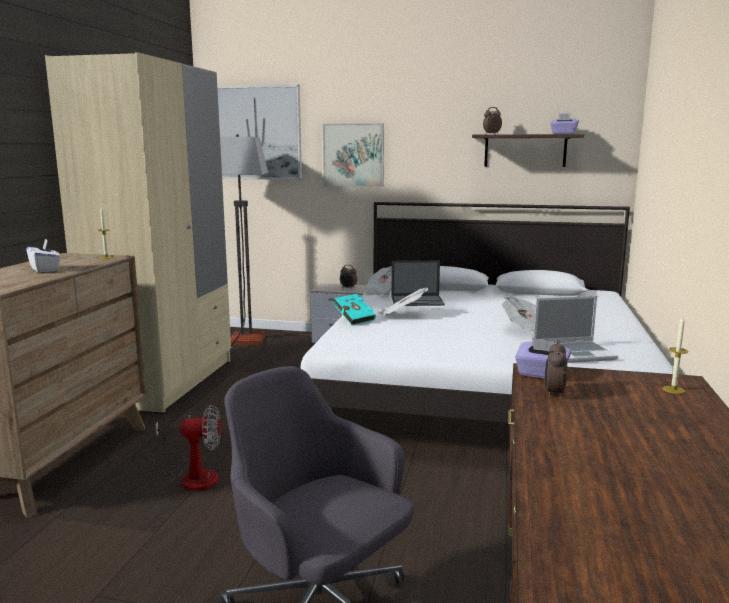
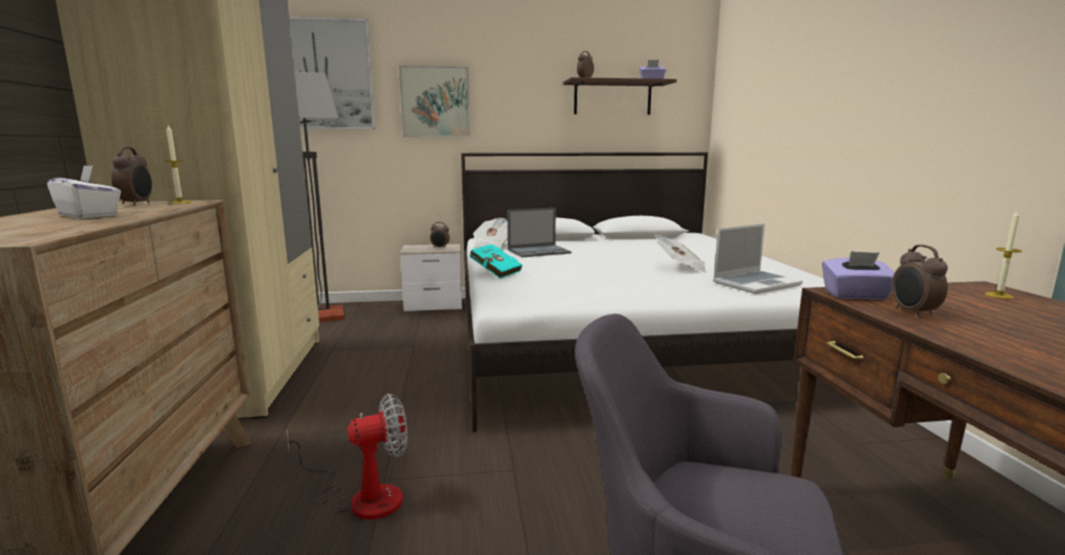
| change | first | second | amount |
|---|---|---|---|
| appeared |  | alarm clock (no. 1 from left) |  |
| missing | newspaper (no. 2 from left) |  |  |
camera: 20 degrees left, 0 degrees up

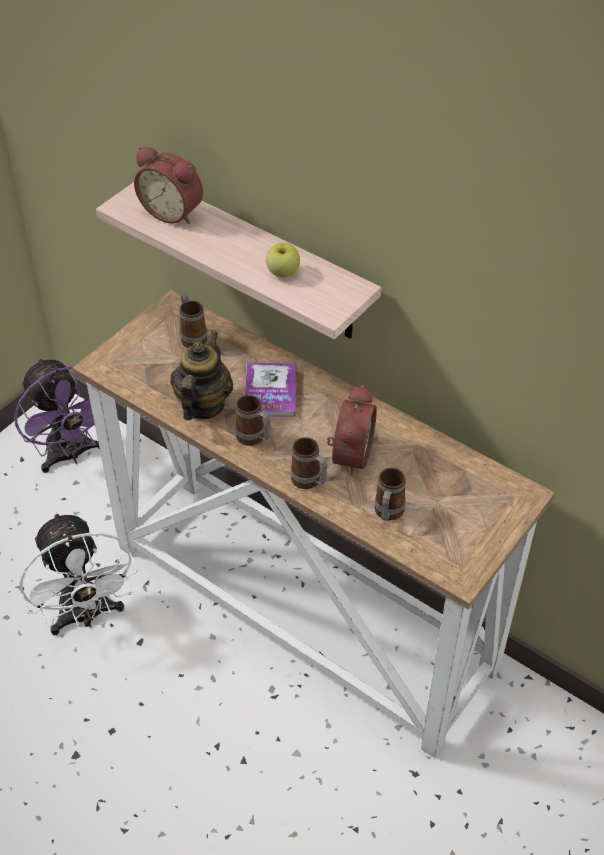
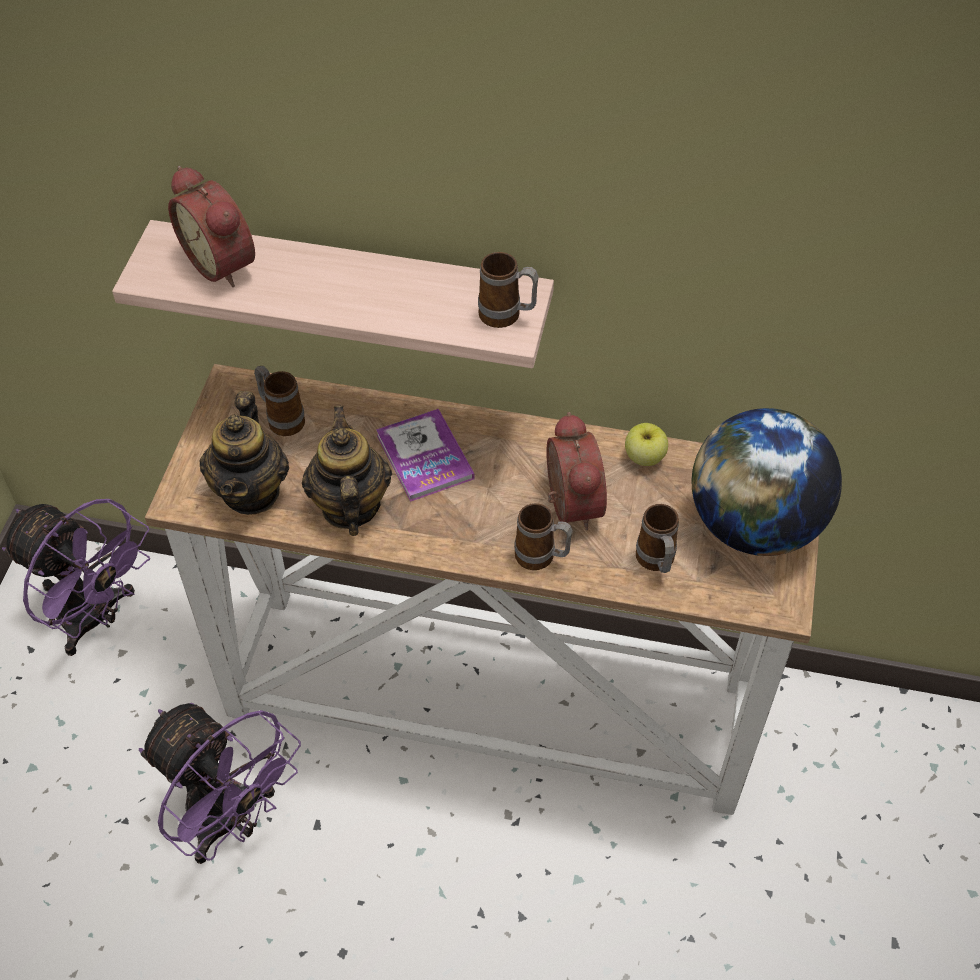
| change | first | second | amount |
|---|---|---|---|
| colour | fan in white | fan in purple (no. 2 from left) |  |
| spun | alarm clock (no. 1 from left) |  | 45 degrees clockwise |
| appeared |  | teapot (no. 1 from left) |  |
| relocated | mug (no. 2 from left) |  |  |
| relocated | apple |  |  |
| appeared |  | globe |  |
camera: 25 degrees left, 5 degrees up

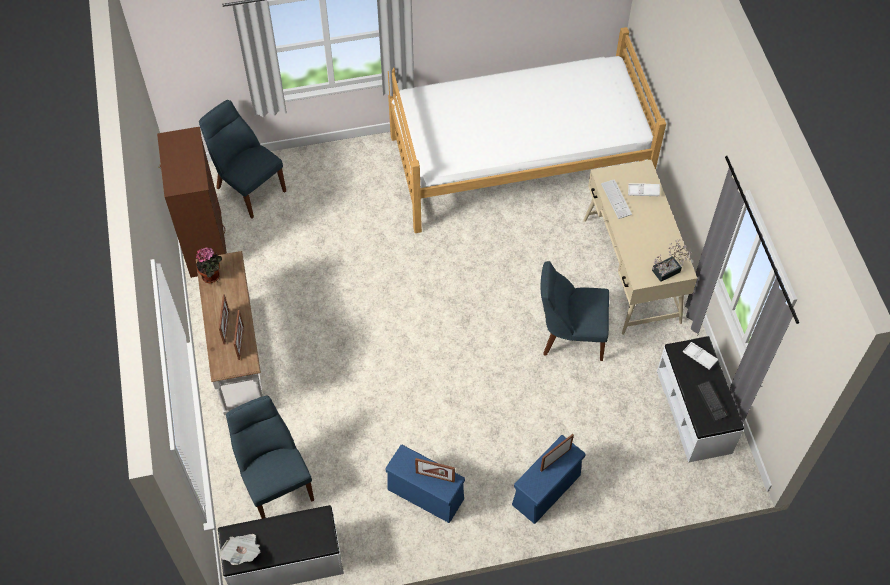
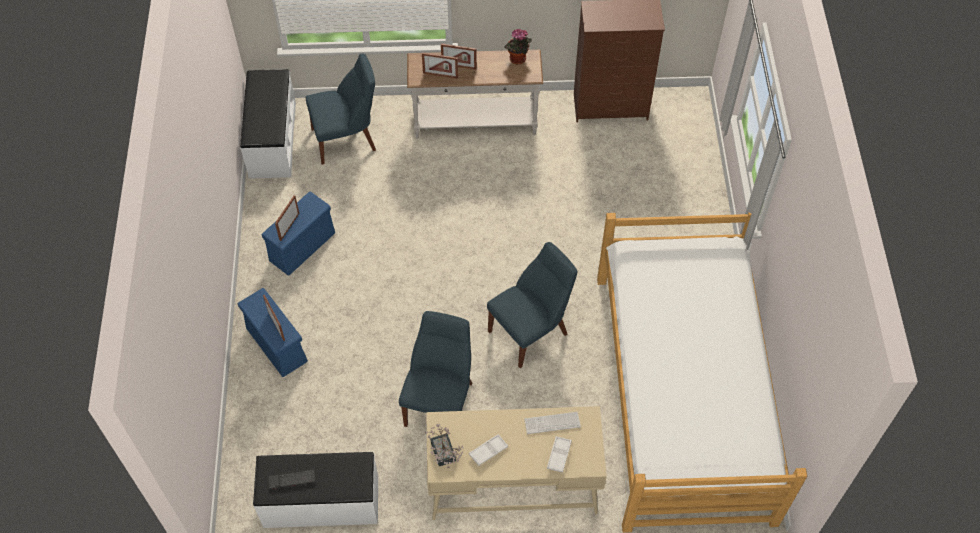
| change | first | second | amount |
|---|---|---|---|
| relocated | tray in white (no. 2 from left in the first image) | tray in white (no. 1 from left) |  |
| relocated | chair in blue (no. 1 from left in the first image) | chair in blue (no. 3 from left) |  |
| missing | newspaper |  |  |
camera: 100 degrees right, 0 degrees up

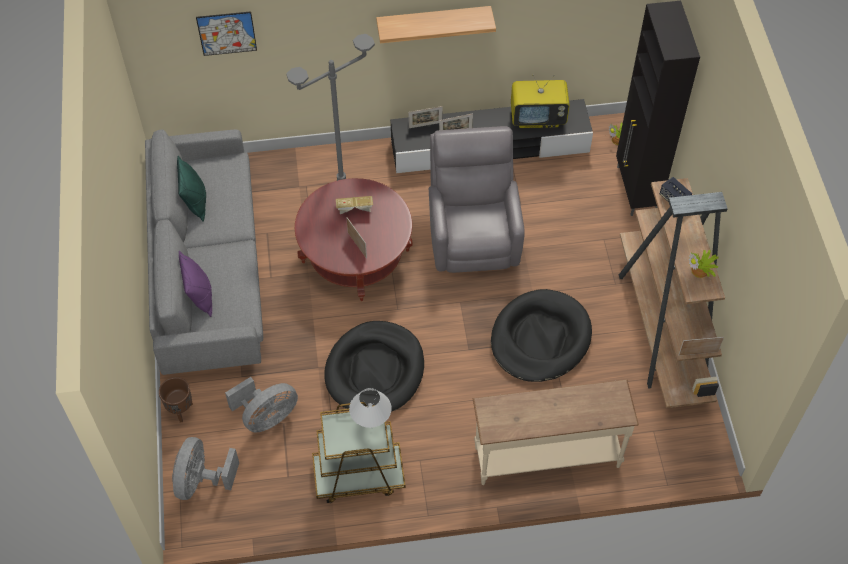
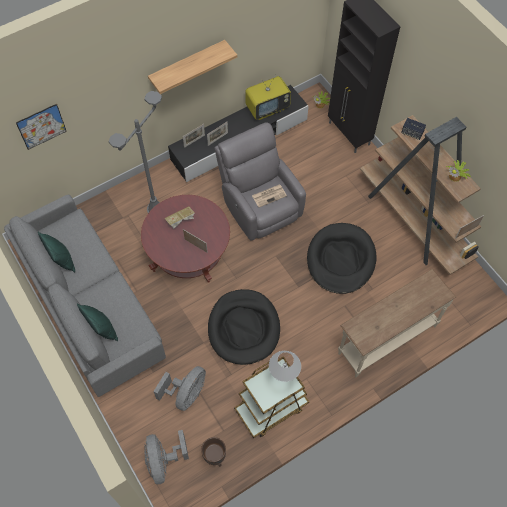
| change | first | second | amount |
|---|---|---|---|
| colour | pillow in purple | pillow in green (no. 2 from left) |  |
| relocated | planter in brown |  |  |
| appeared |  | newspaper |  |
camera: 25 degrees left, 5 degrees up

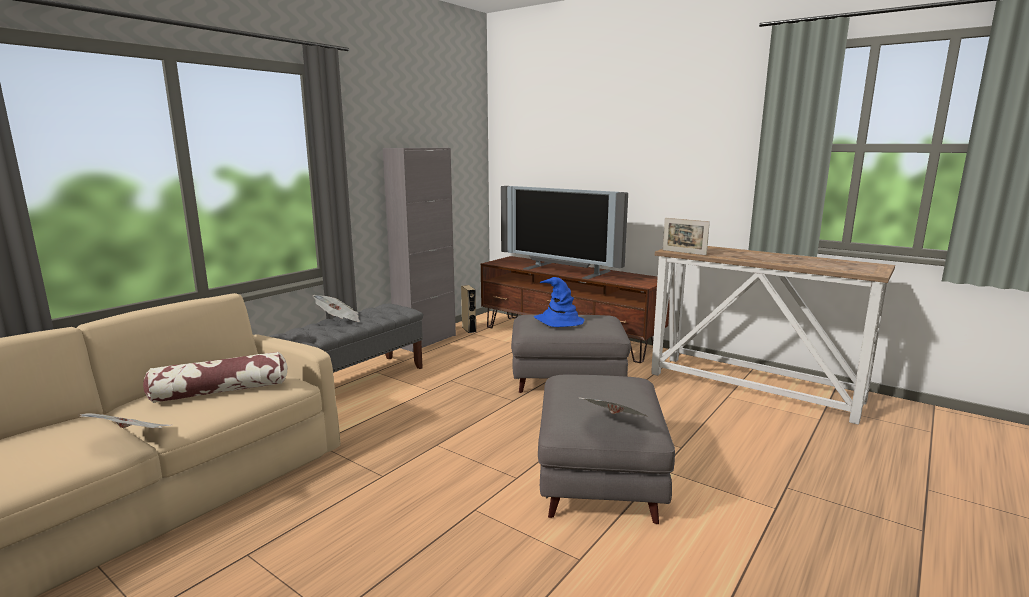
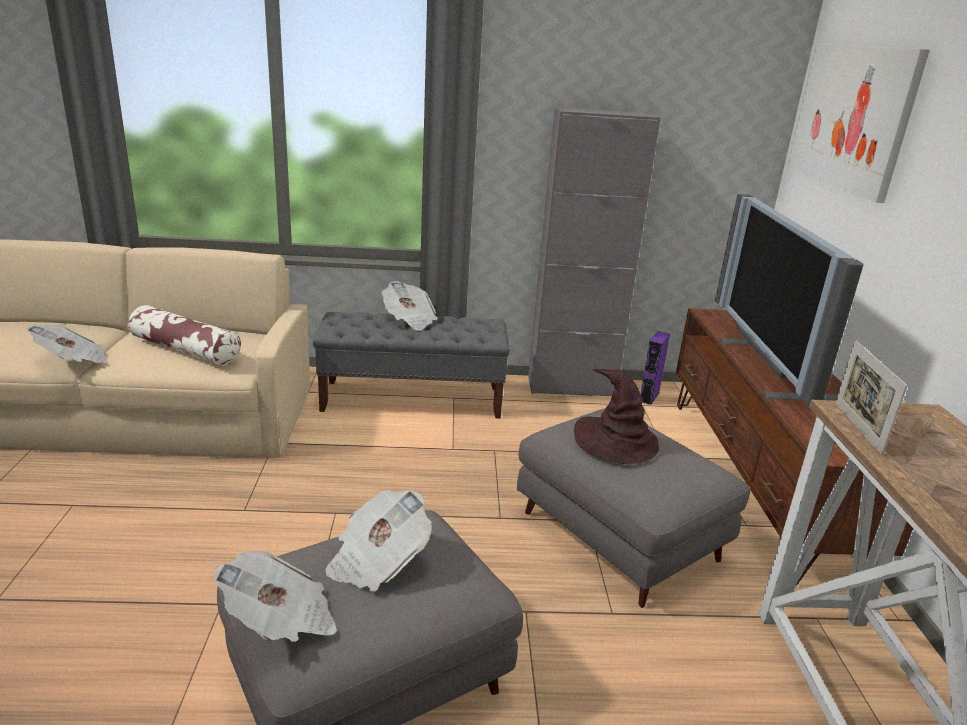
| change | first | second | amount |
|---|---|---|---|
| appeared |  | newspaper (no. 3 from left) |  |
| colour | hat in blue | hat in brown |  |
| colour | speaker in beige | speaker in purple |  |
| appeared |  | picture |  |
camera: 50 degrees right, 10 degrees up

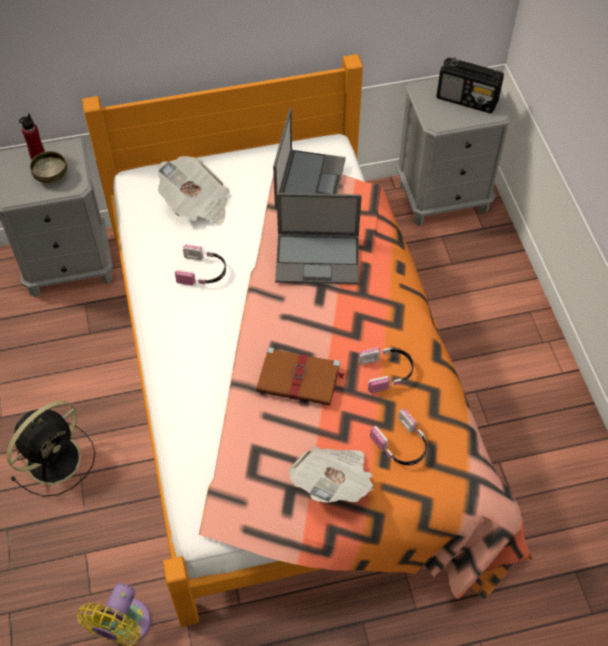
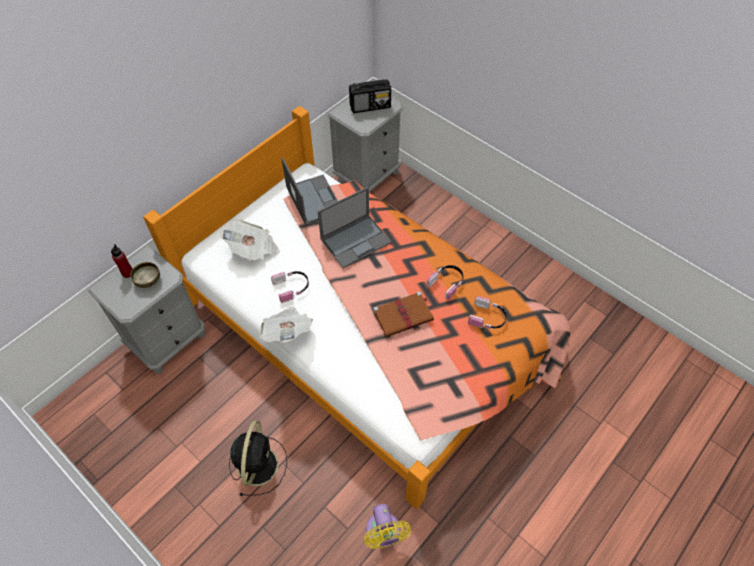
| change | first | second | amount |
|---|---|---|---|
| relocated | newspaper (no. 2 from left) |  |  |
camera: 35 degrees left, 0 degrees up

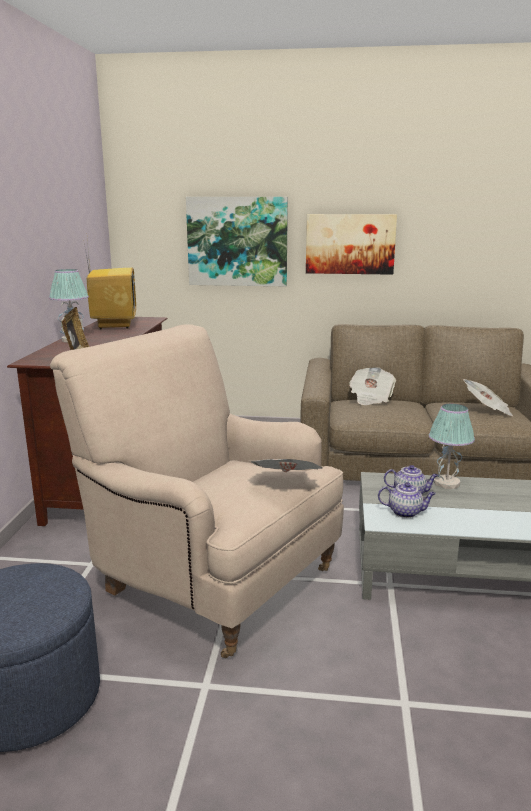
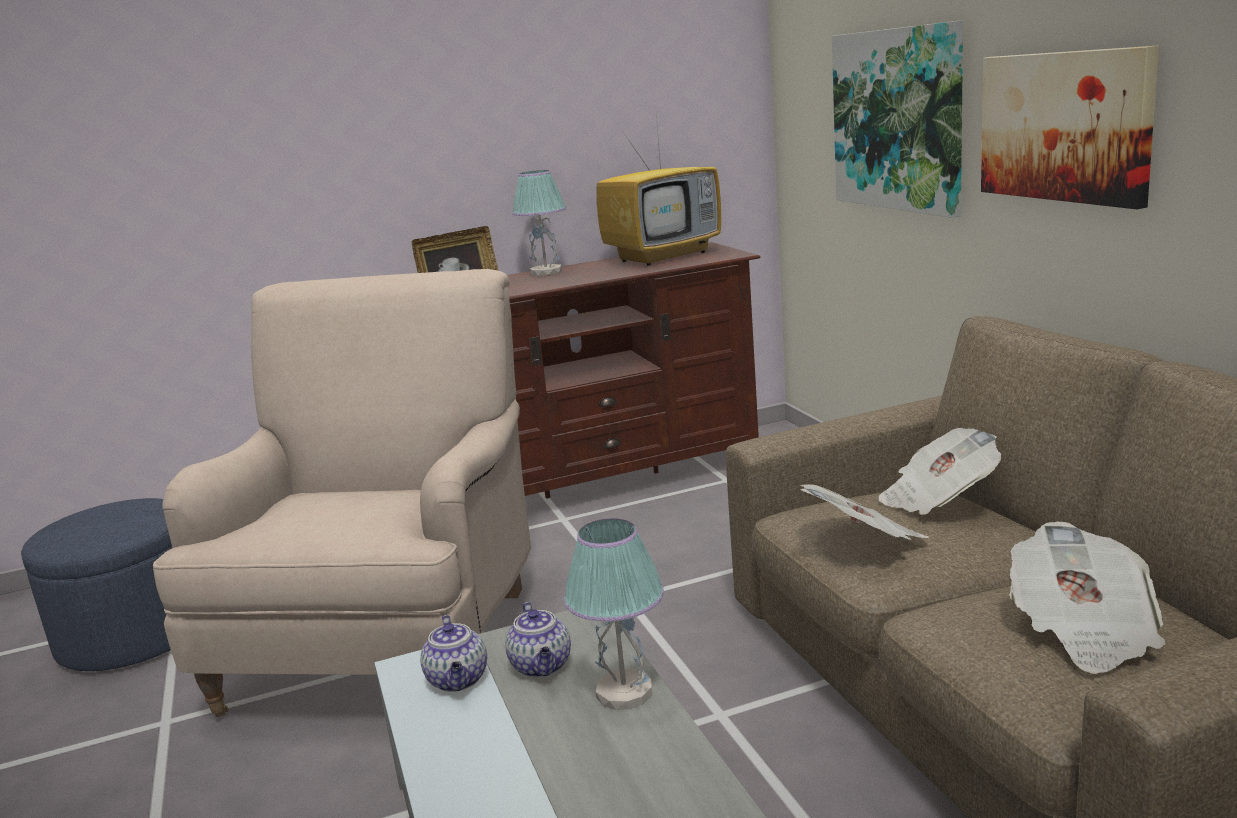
| change | first | second | amount |
|---|---|---|---|
| relocated | newspaper (no. 1 from left) |  |  |
camera: 65 degrees right, 0 degrees up

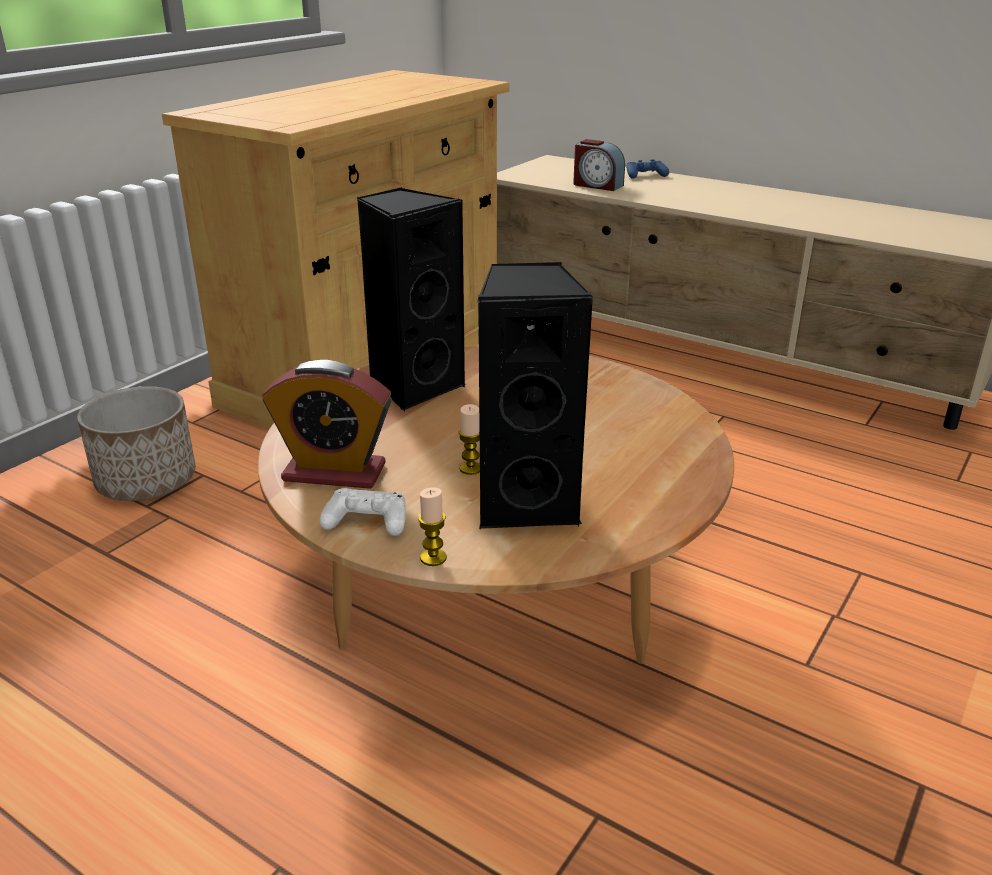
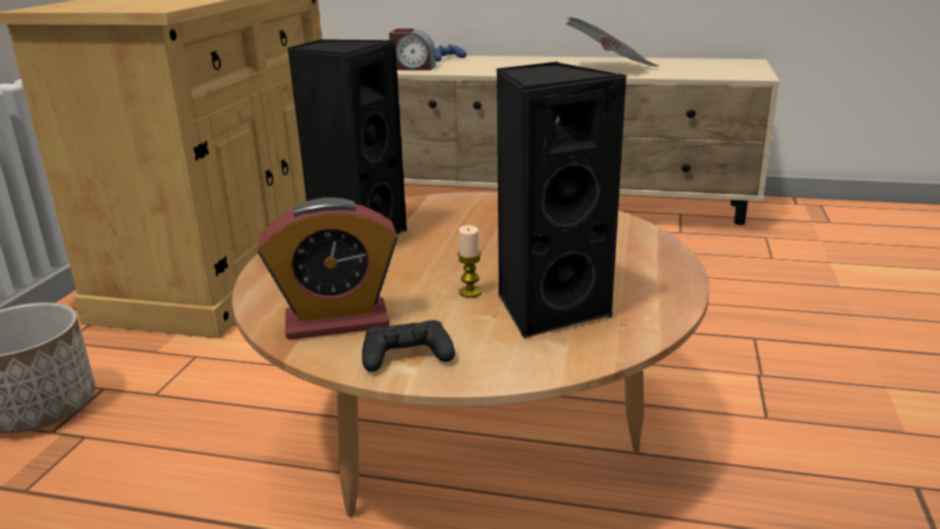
| change | first | second | amount |
|---|---|---|---|
| colour | game controller in white | game controller in black |  |
| appeared |  | newspaper |  |
| missing | candle (no. 1 from left) |  |  |
camera: 20 degrees left, 5 degrees down

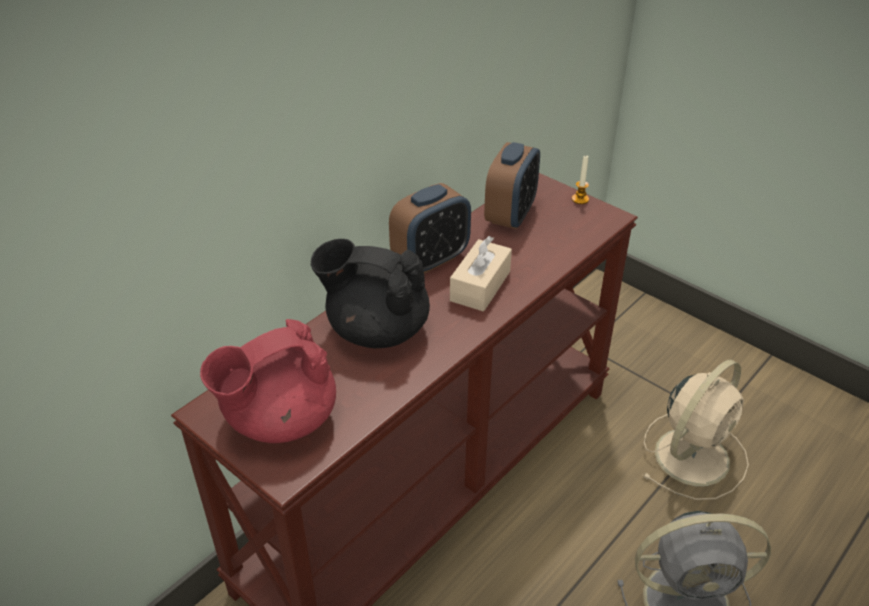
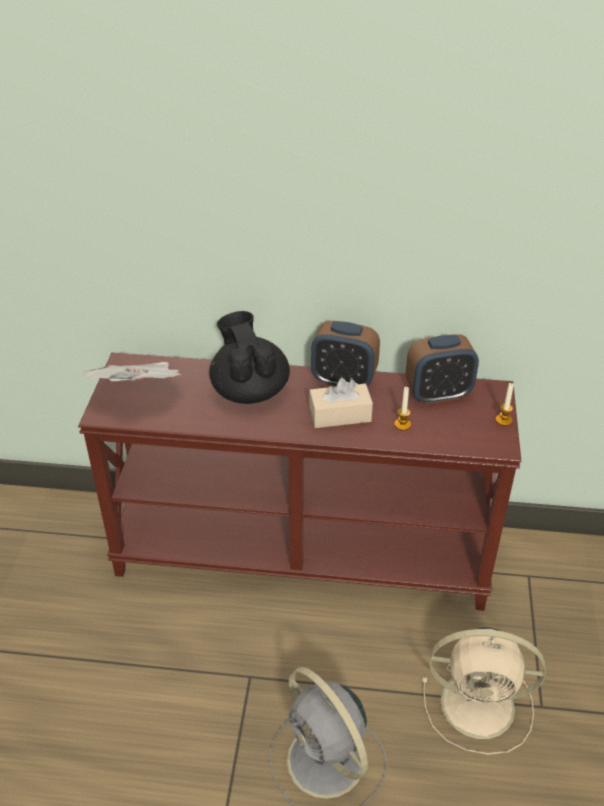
| change | first | second | amount |
|---|---|---|---|
| exchanged | teapot in red | newspaper |  |
| appeared |  | candle (no. 1 from left) |  |
camera: 55 degrees right, 0 degrees up

